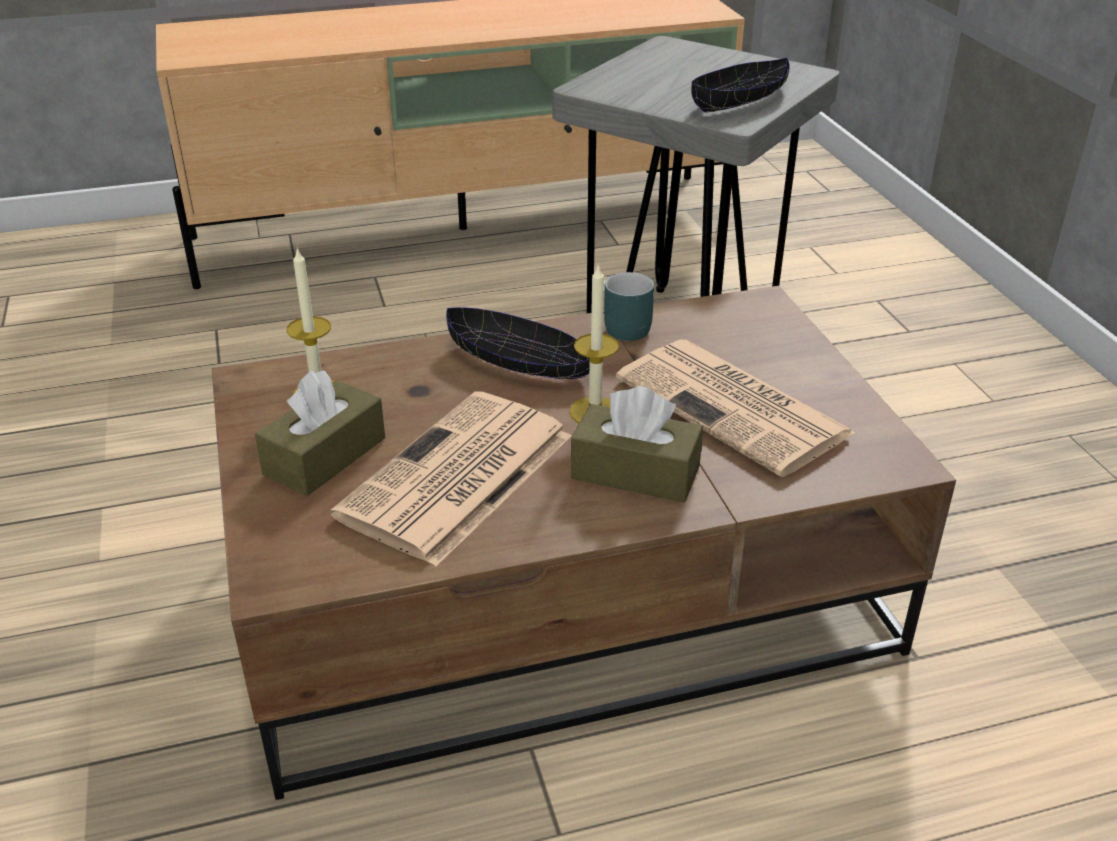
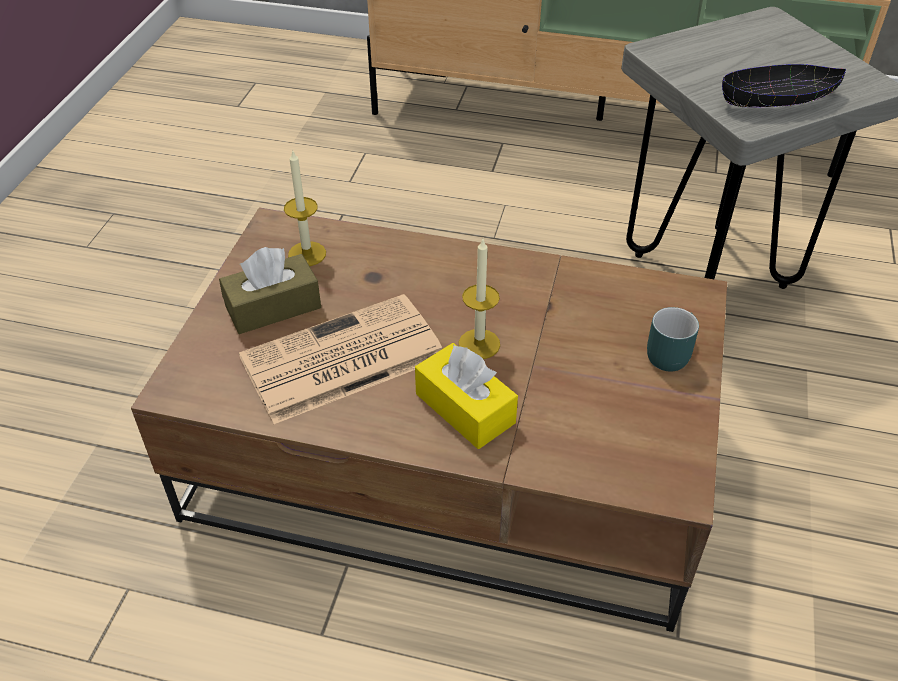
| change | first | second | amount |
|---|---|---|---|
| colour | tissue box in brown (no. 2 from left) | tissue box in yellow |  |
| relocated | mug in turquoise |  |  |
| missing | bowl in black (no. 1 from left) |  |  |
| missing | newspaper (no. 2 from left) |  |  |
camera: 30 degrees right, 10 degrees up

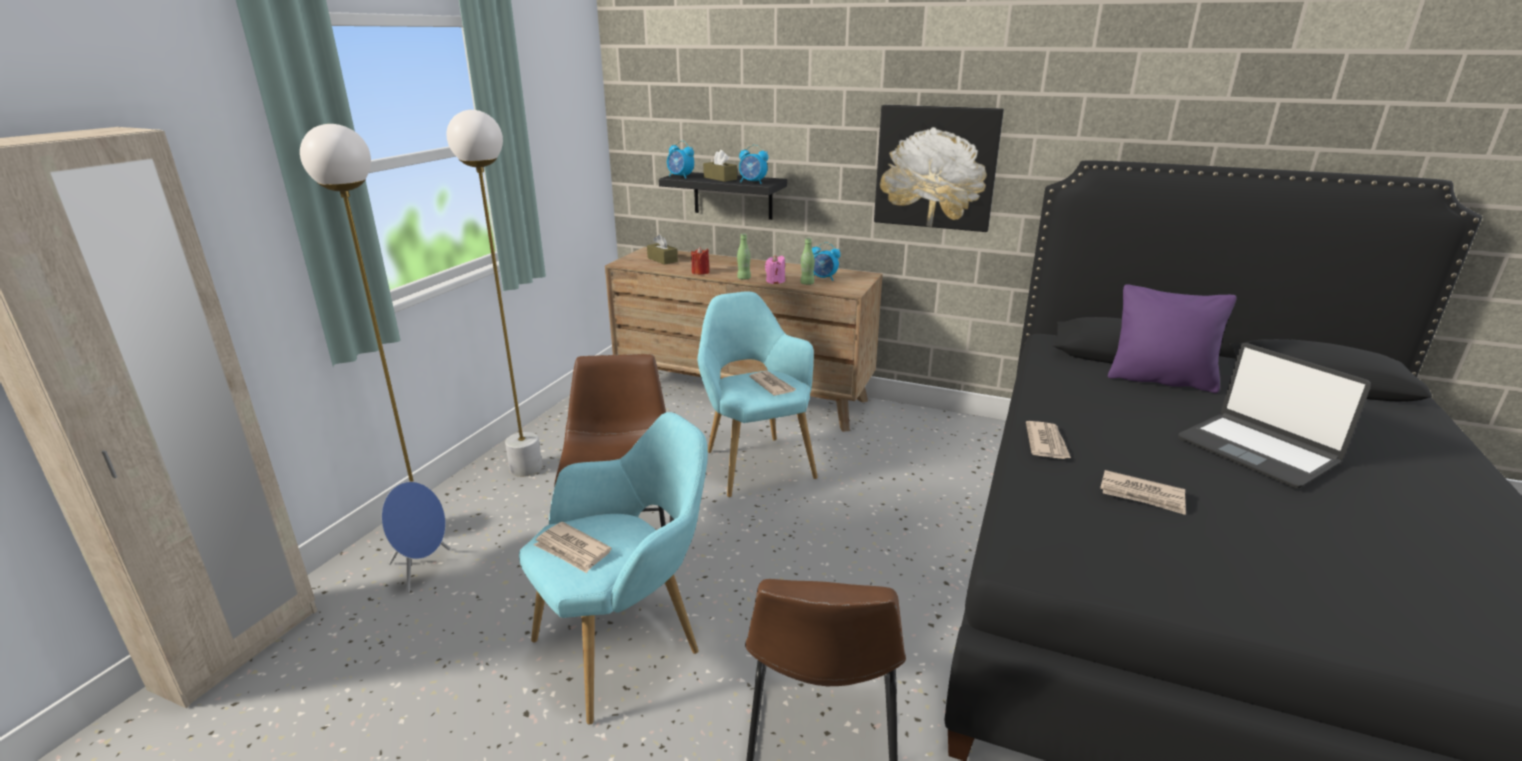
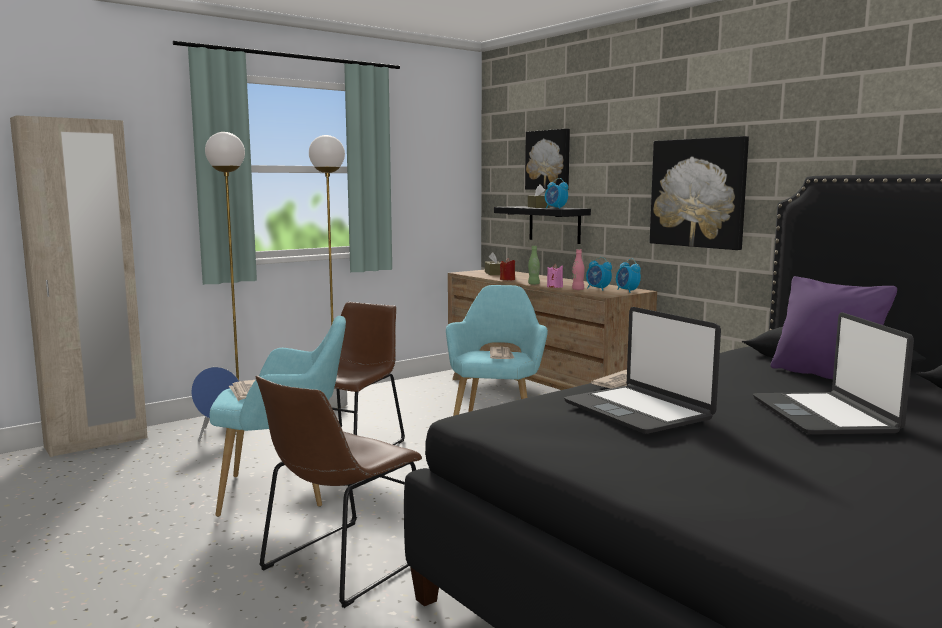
| change | first | second | amount |
|---|---|---|---|
| appeared |  | picture (no. 1 from left) |  |
| exchanged | newspaper (no. 4 from left) | laptop (no. 1 from left) |  |
| colour | bottle in green (no. 2 from left) | bottle in pink |  |
| relocated | alarm clock (no. 1 from left in the first image) | alarm clock (no. 3 from left) |  |
camera: 30 degrees right, 15 degrees down

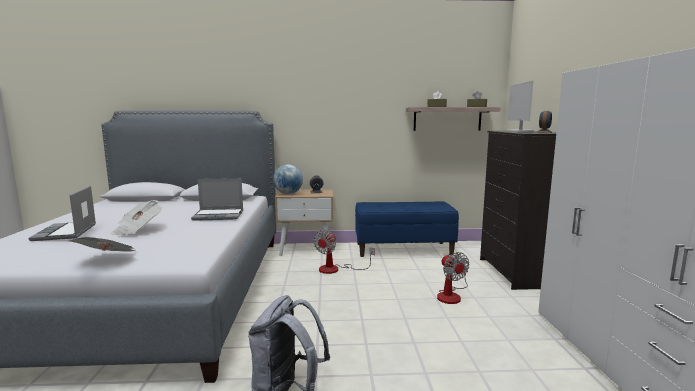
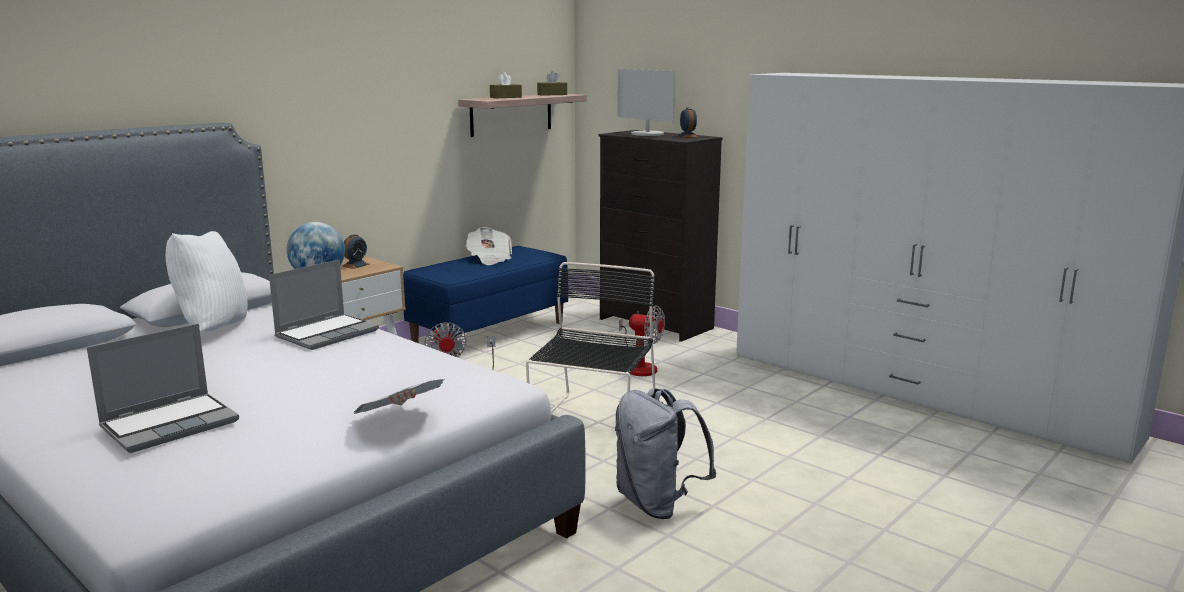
| change | first | second | amount |
|---|---|---|---|
| spun | laptop (no. 1 from left) |  | 75 degrees counterclockwise |
| appeared |  | pillow in white |  |
| relocated | newspaper (no. 2 from left) |  |  |
| appeared |  | chair in black |  |
camera: 45 degrees left, 5 degrees up

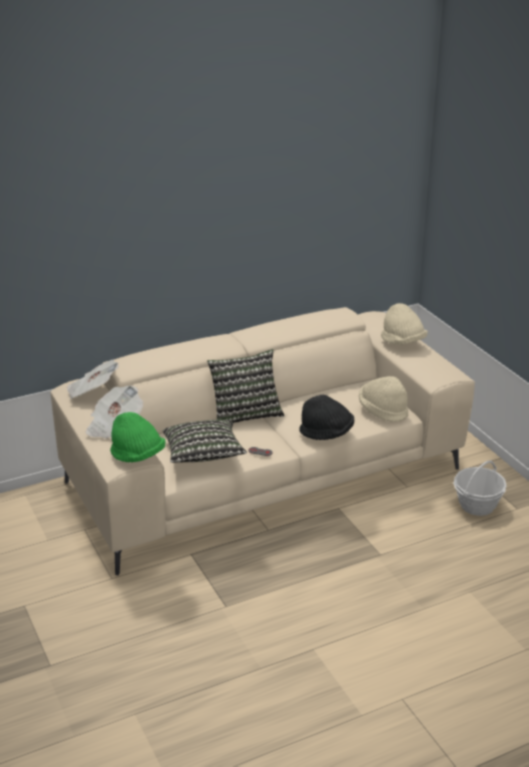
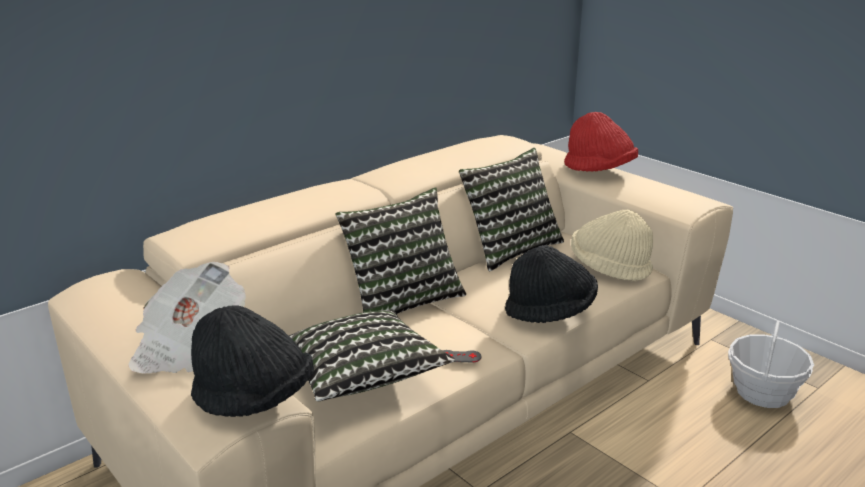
| change | first | second | amount |
|---|---|---|---|
| colour | hat in green | hat in black (no. 1 from left) |  |
| appeared |  | pillow (no. 3 from left) |  |
| colour | hat in beige (no. 2 from left) | hat in red |  |
| missing | newspaper (no. 1 from left) |  |  |
camera: 15 degrees left, 5 degrees down

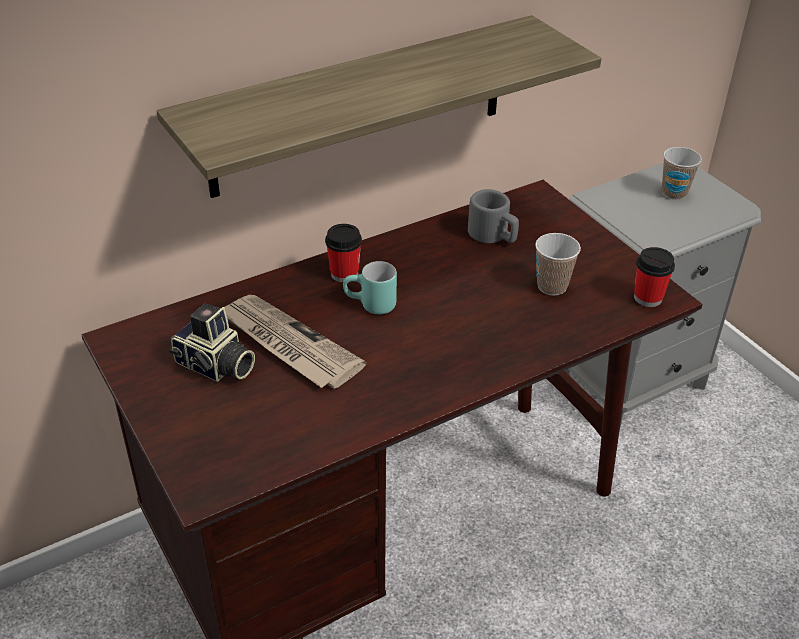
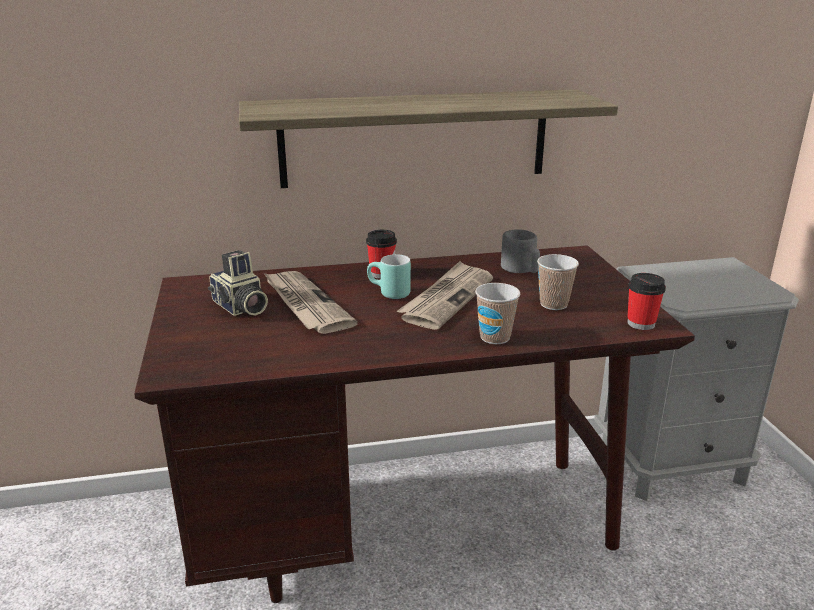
| change | first | second | amount |
|---|---|---|---|
| appeared |  | newspaper (no. 2 from left) |  |
| relocated | cup (no. 4 from left in the first image) | cup (no. 2 from left) |  |
camera: 20 degrees right, 15 degrees down

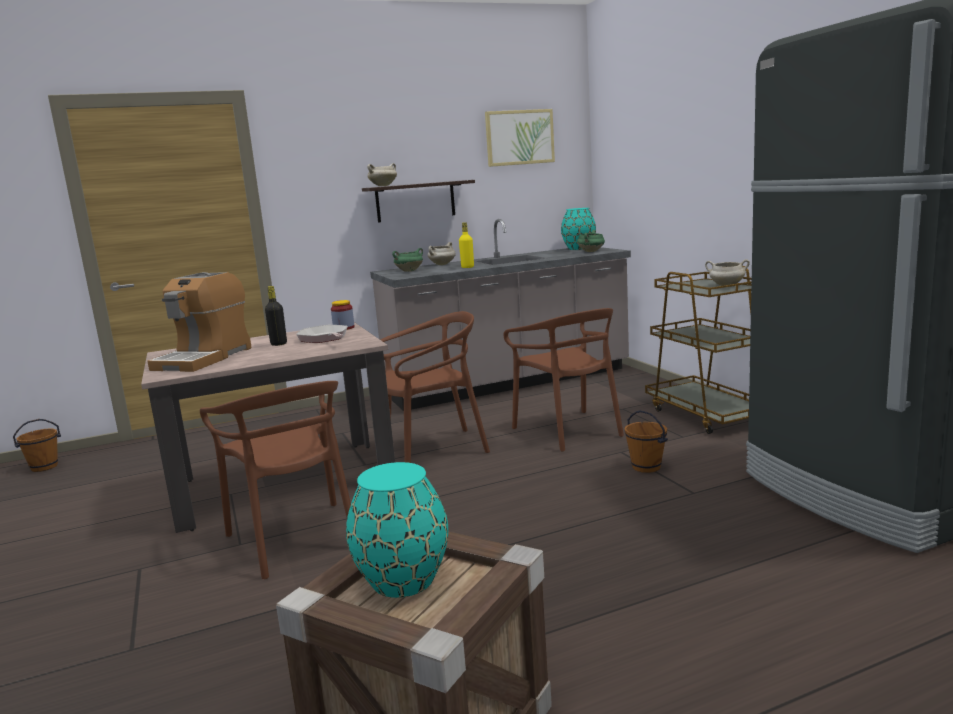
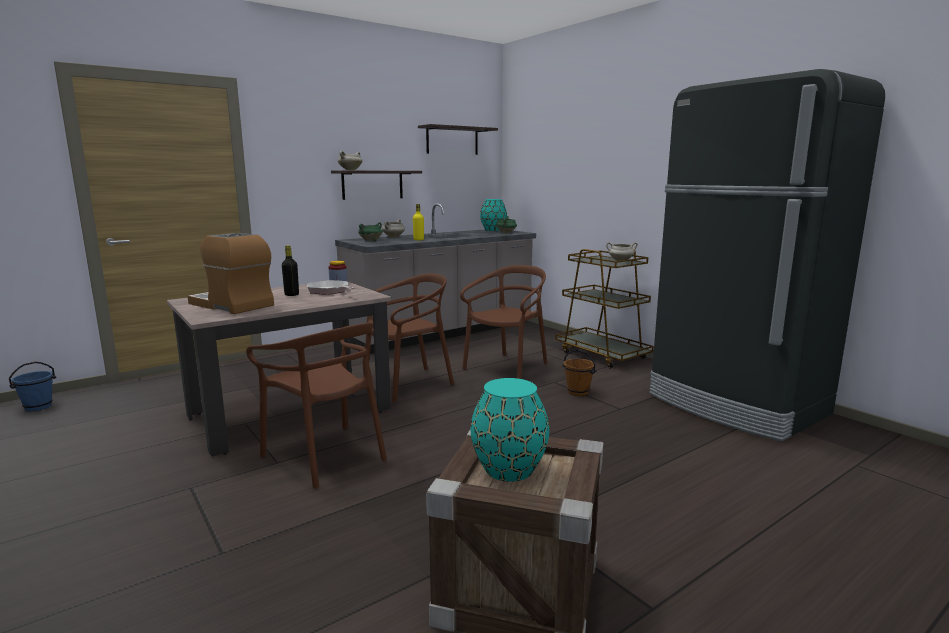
| change | first | second | amount |
|---|---|---|---|
| colour | bucket in brown (no. 1 from left) | bucket in blue |  |
| spun | coffee machine |  | 120 degrees clockwise |
| exchanged | picture | shelf (no. 2 from left) |  |
| spun | chair in brown (no. 3 from left) |  | 105 degrees counterclockwise |
camera: 15 degrees left, 0 degrees up

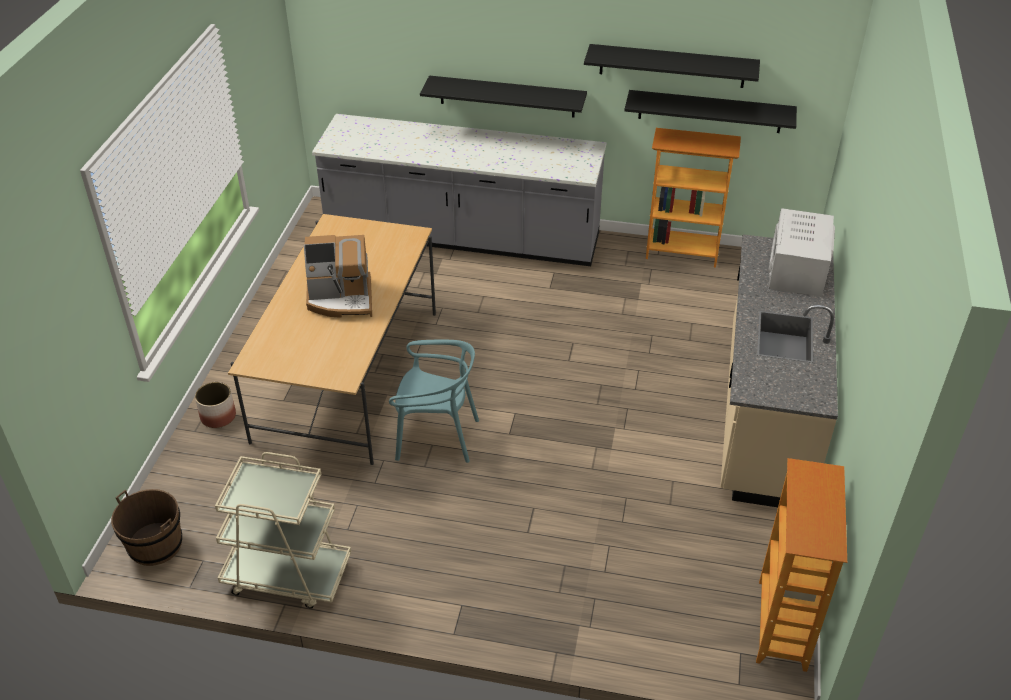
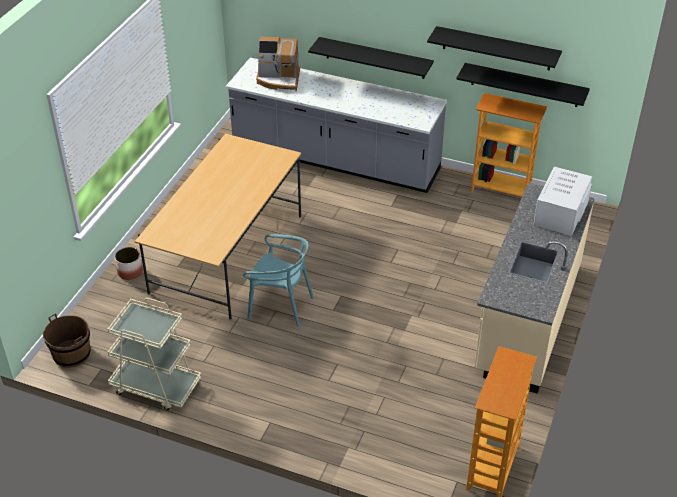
| change | first | second | amount |
|---|---|---|---|
| relocated | coffee machine |  |  |
camera: 10 degrees right, 0 degrees up

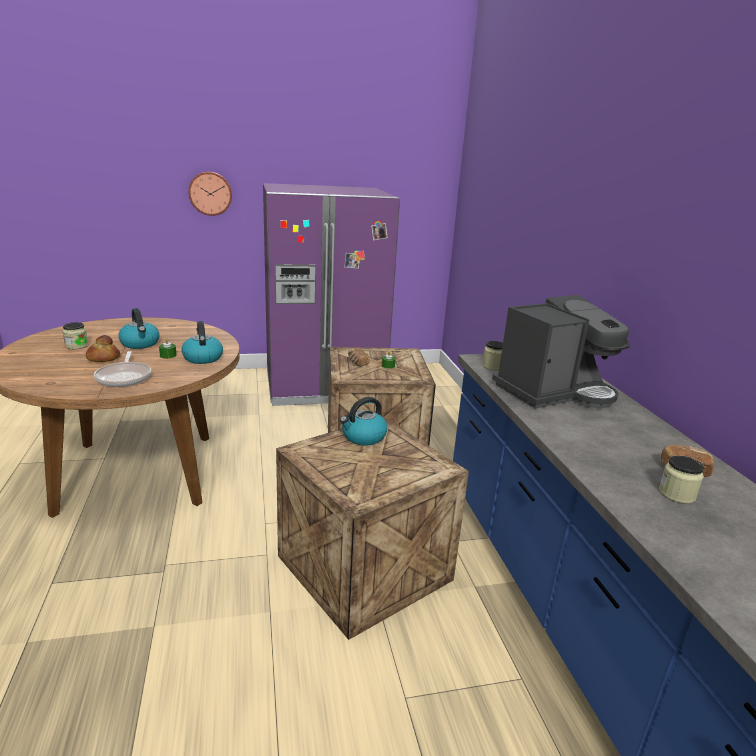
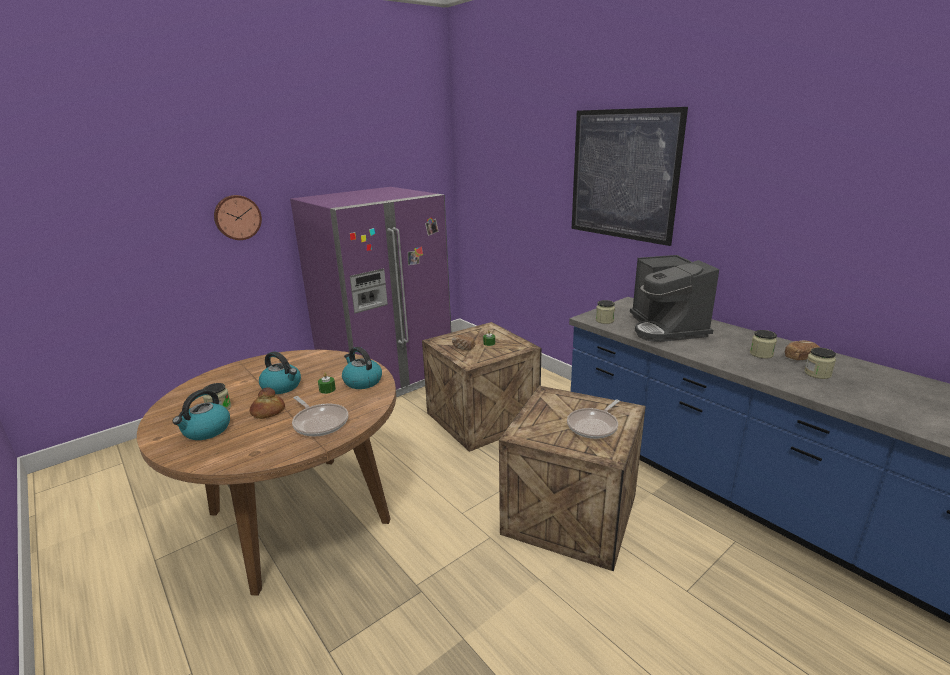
| change | first | second | amount |
|---|---|---|---|
| relocated | kettle (no. 3 from left in the first image) | kettle (no. 1 from left) |  |
| appeared |  | frying pan (no. 2 from left) |  |
| appeared |  | picture |  |
| spun | coffee machine |  | 135 degrees clockwise |
| appeared |  | jar (no. 3 from left) |  |
camera: 25 degrees left, 0 degrees up

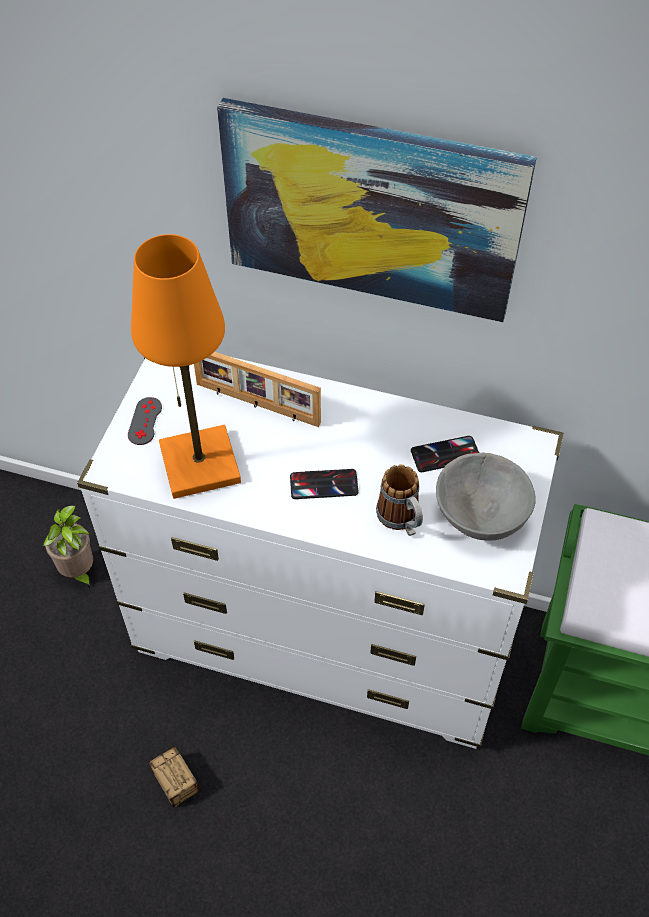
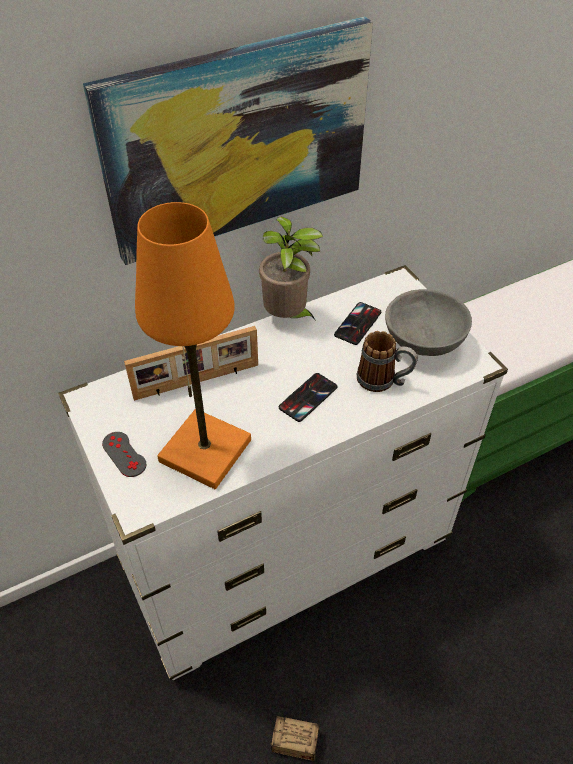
| change | first | second | amount |
|---|---|---|---|
| relocated | potted plant |  |  |
camera: 45 degrees left, 5 degrees down

